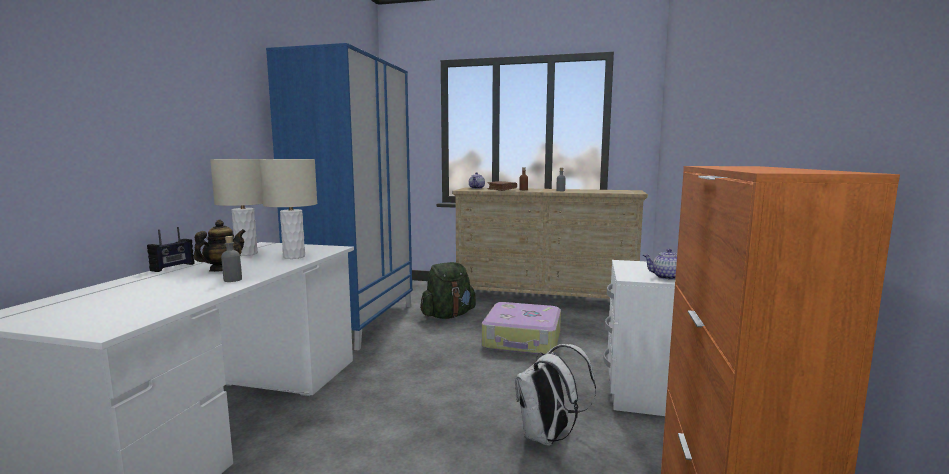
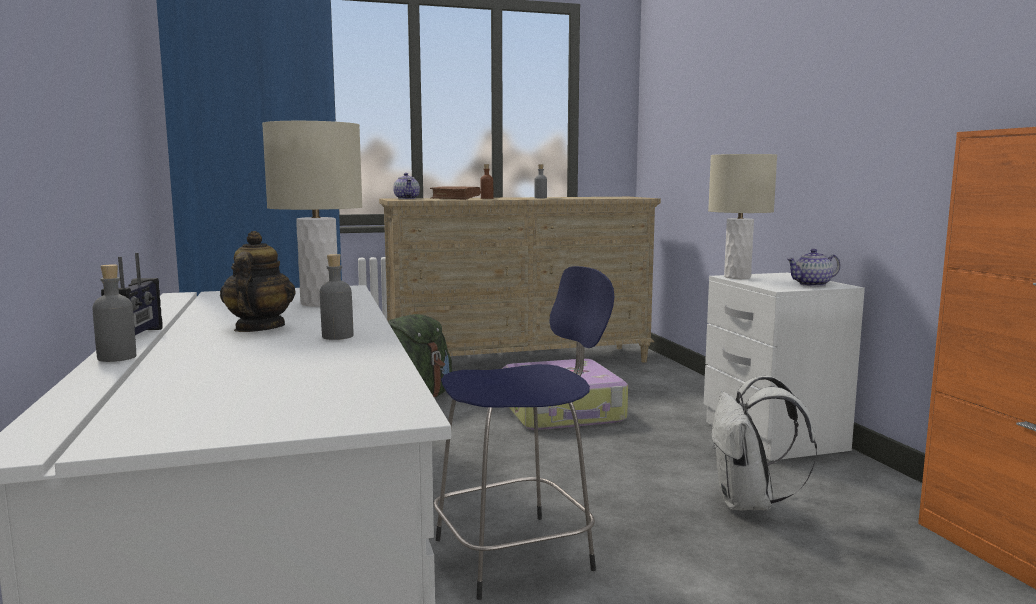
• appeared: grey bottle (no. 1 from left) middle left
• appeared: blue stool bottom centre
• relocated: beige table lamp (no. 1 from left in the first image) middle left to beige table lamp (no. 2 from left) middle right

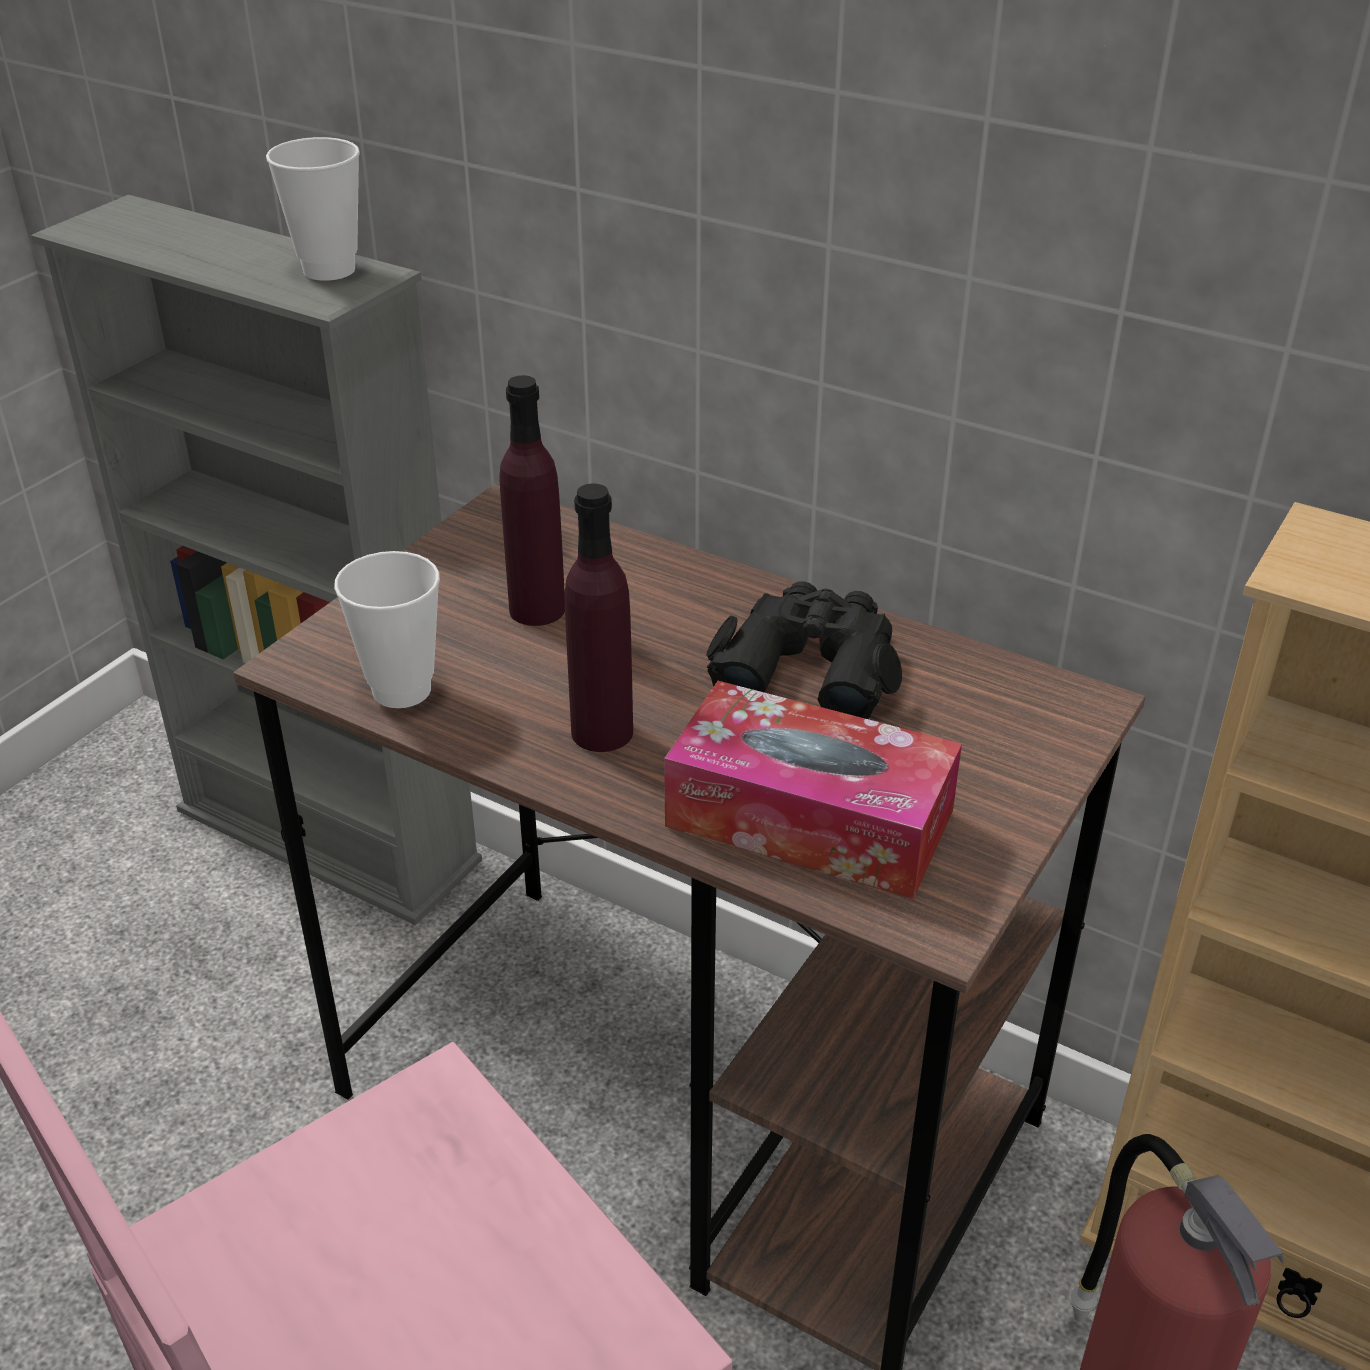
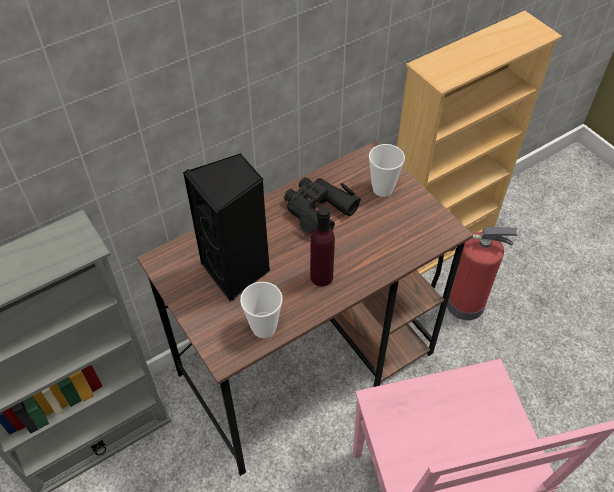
• missing: tissue box centre
• relocated: cup (no. 1 from left in the first image) top left to cup (no. 2 from left) centre
• exchanged: purple bottle (no. 1 from left) centre to black speaker centre

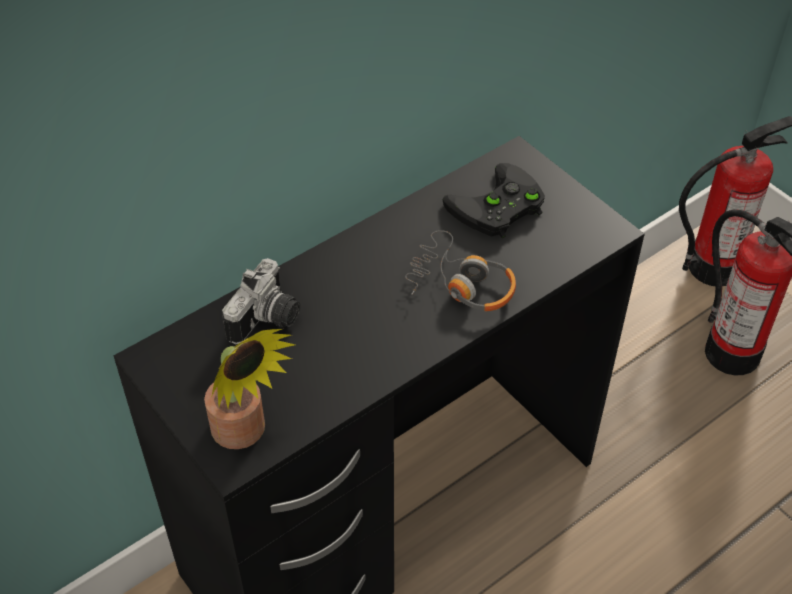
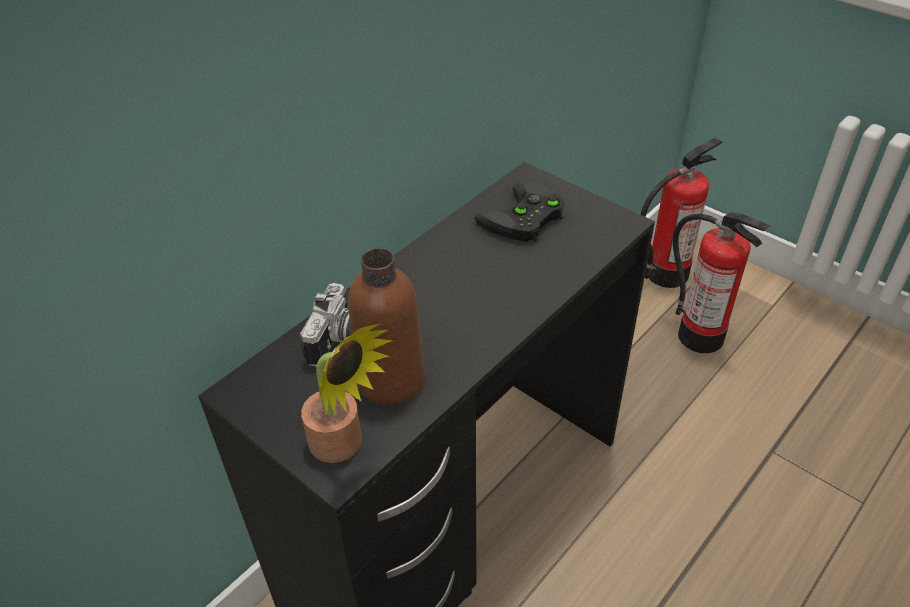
• missing: headphones centre
• appeared: brown bottle centre

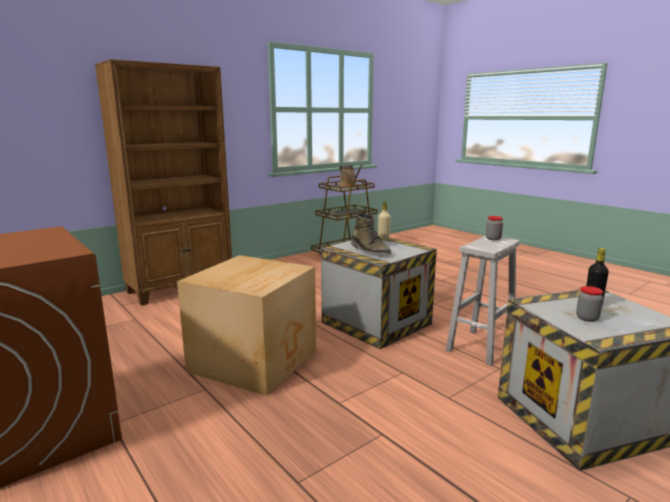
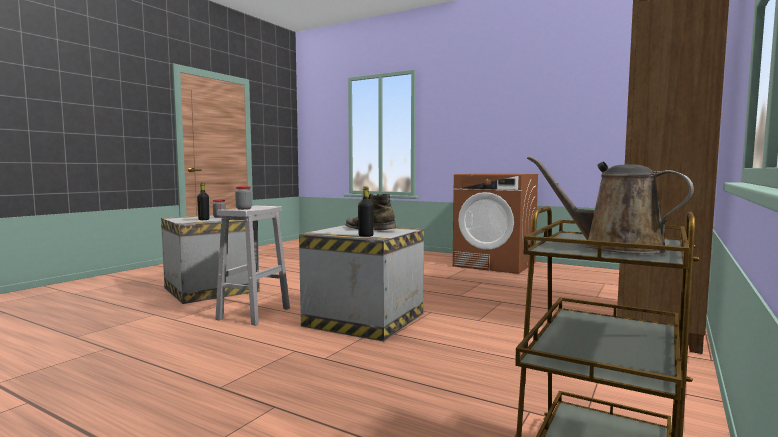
• missing: cardboard box centre
• colour: beige bottle centre to black bottle (no. 2 from left) centre

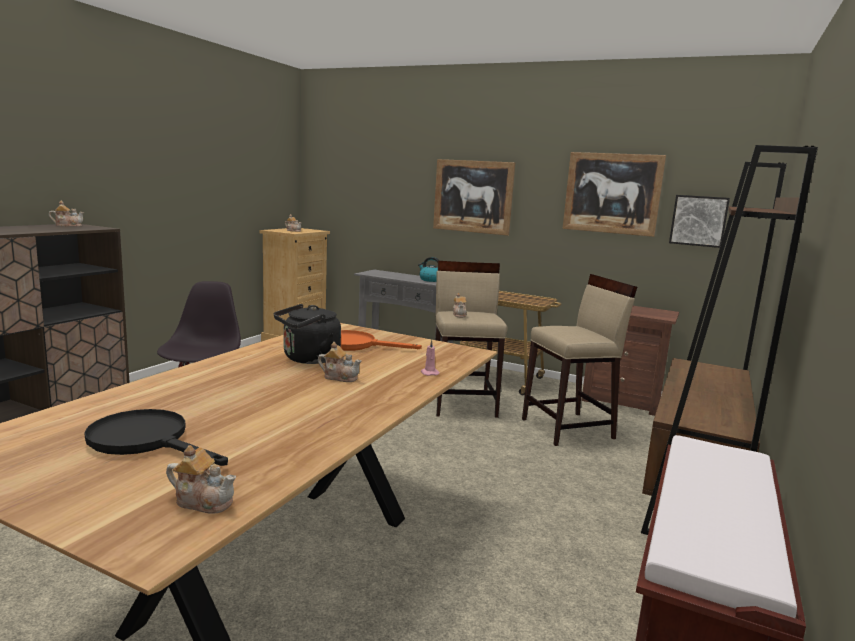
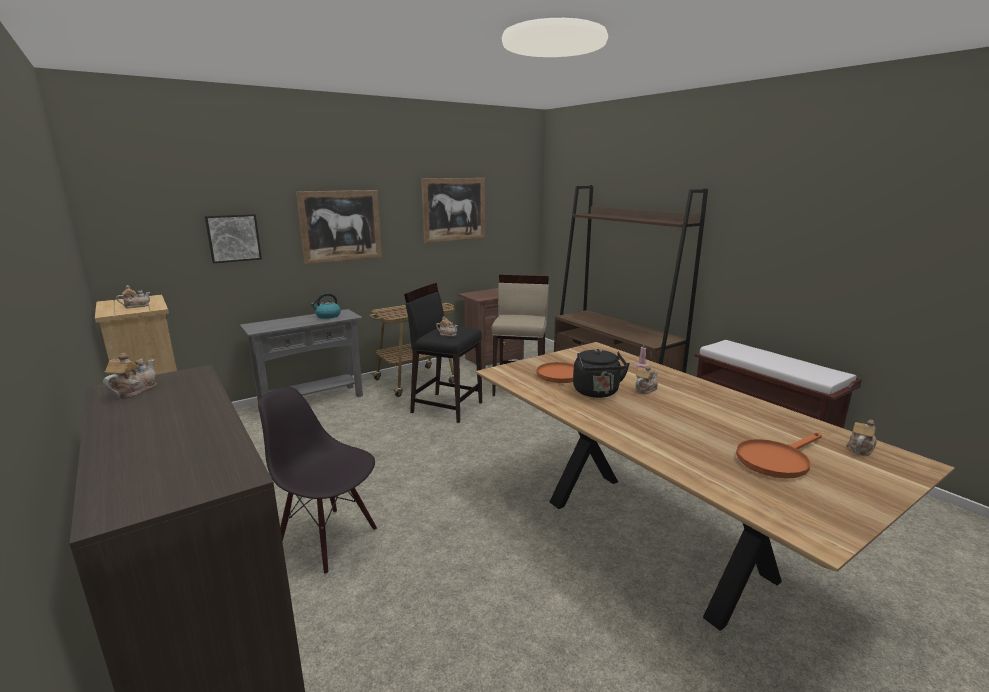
• relocated: picture (no. 3 from left in the first image) middle right to picture (no. 1 from left) middle left
• colour: black frying pan bottom left to orange frying pan (no. 2 from left) middle right
• colour: beige stool (no. 1 from left) centre to black stool centre

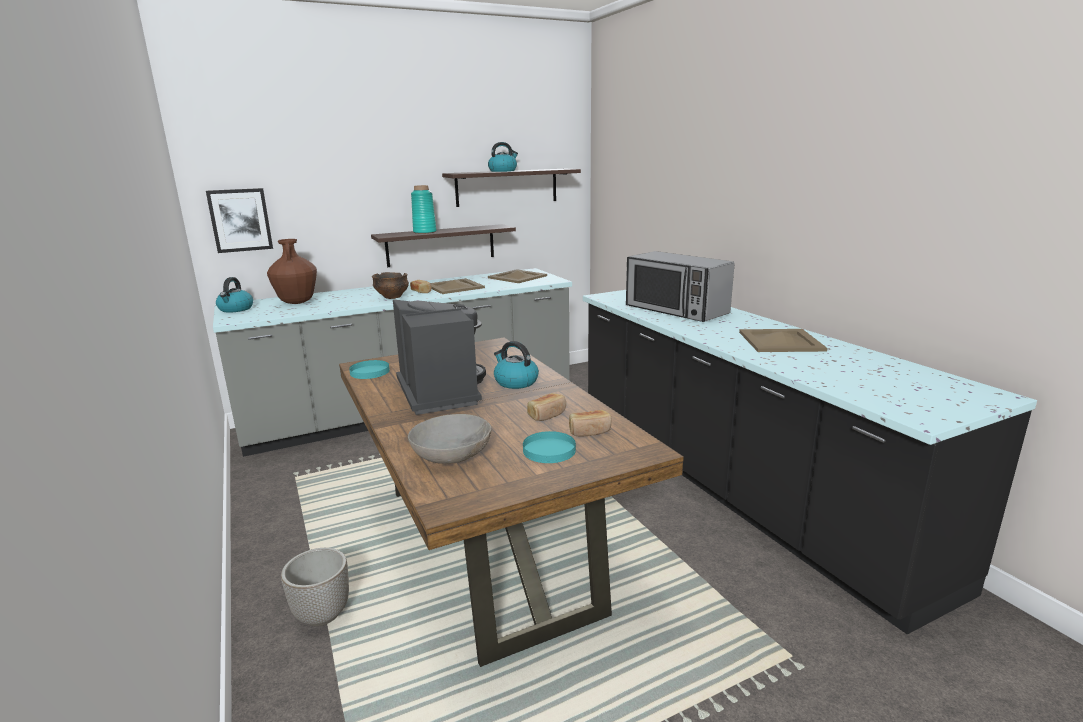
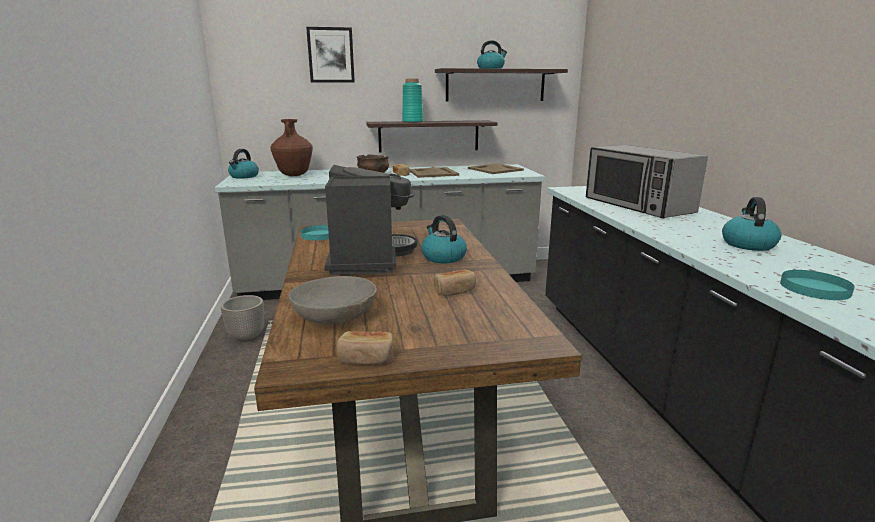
• relocated: picture top left to top centre
• relocated: planter bottom left to middle left
• relocated: turquoise plate (no. 2 from left) centre to middle right
• relocated: bread (no. 3 from left in the first image) centre to bread (no. 1 from left) bottom centre
• exchanged: beige tray (no. 3 from left) middle right to kettle (no. 4 from left) middle right

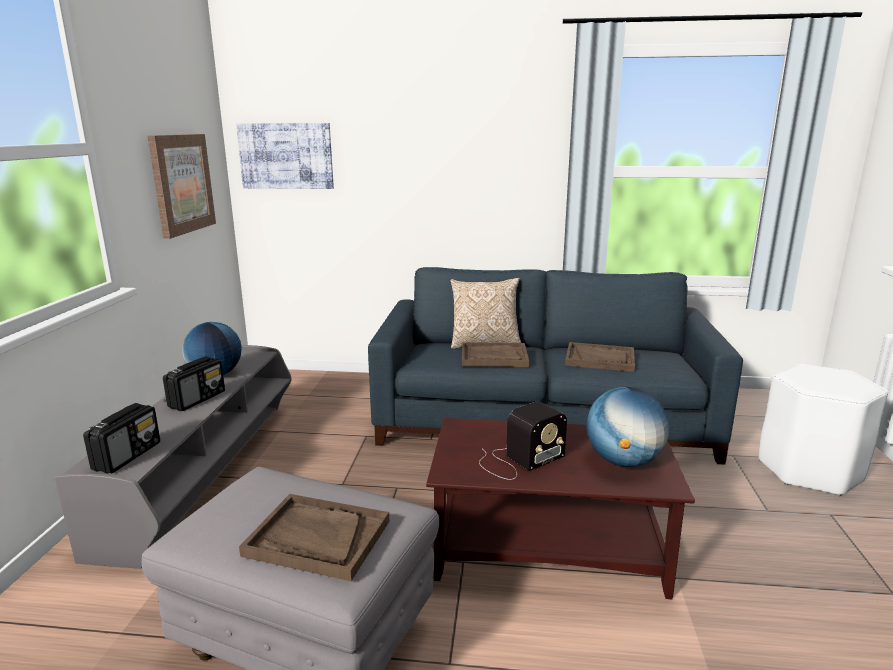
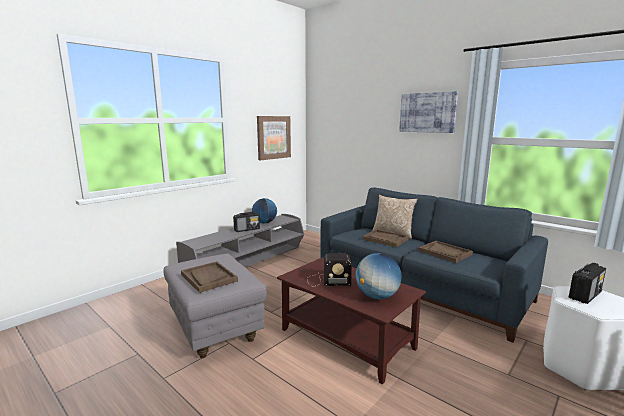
• relocated: radio (no. 1 from left in the first image) middle left to radio (no. 3 from left) bottom right
• relocated: picture (no. 2 from left) top left to top right

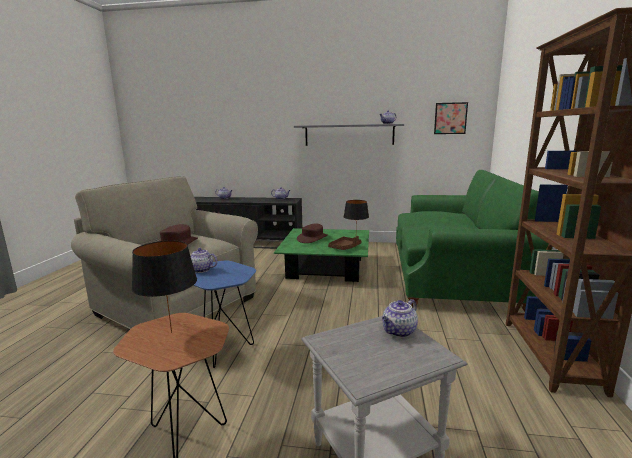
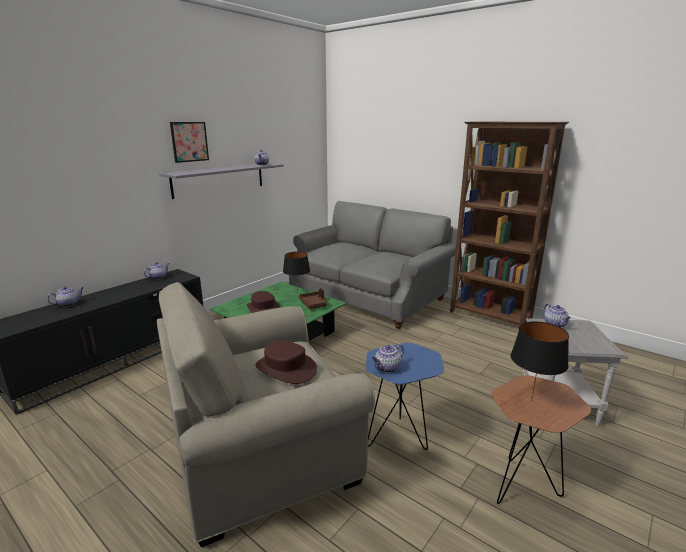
• relocated: picture top right to top left
• colour: green sofa middle right to grey sofa centre

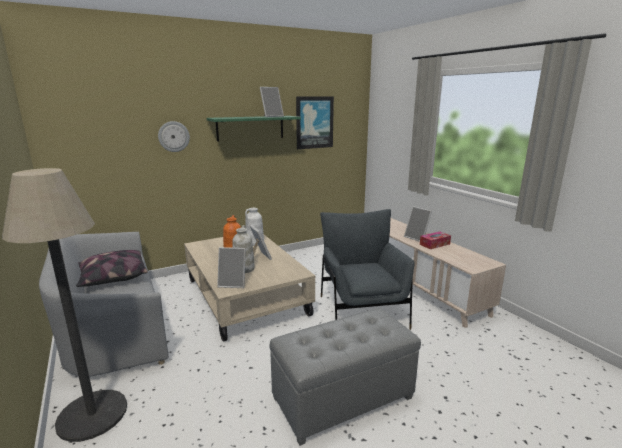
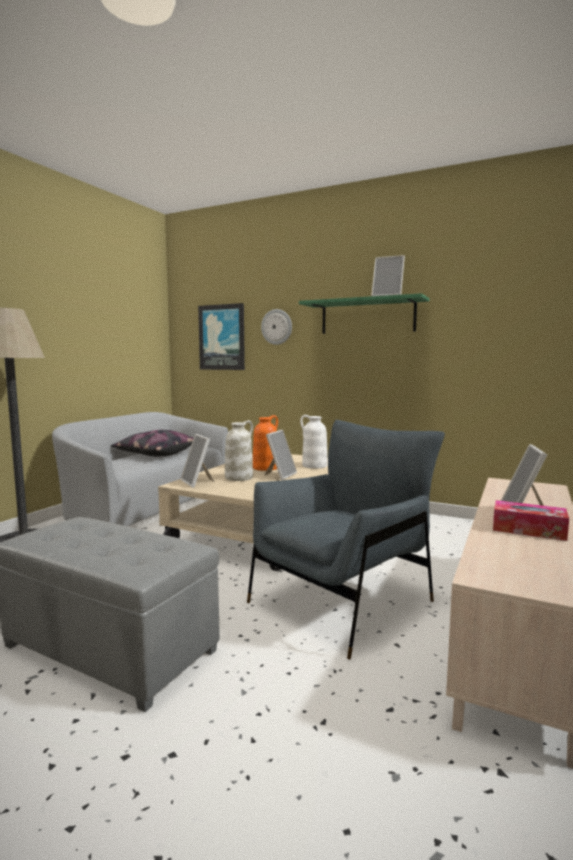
• relocated: picture top centre to centre

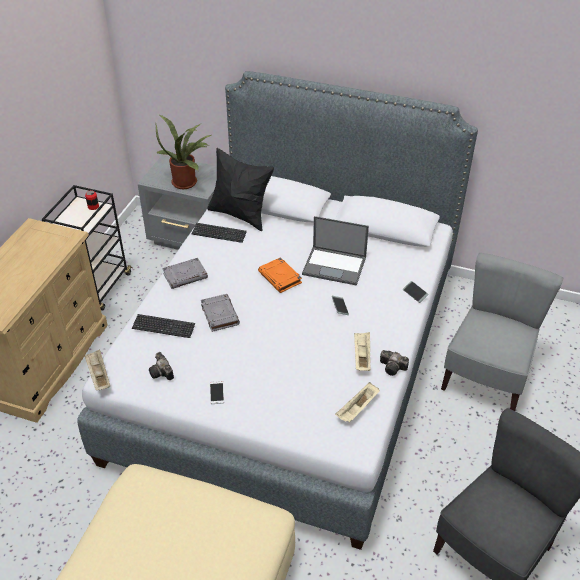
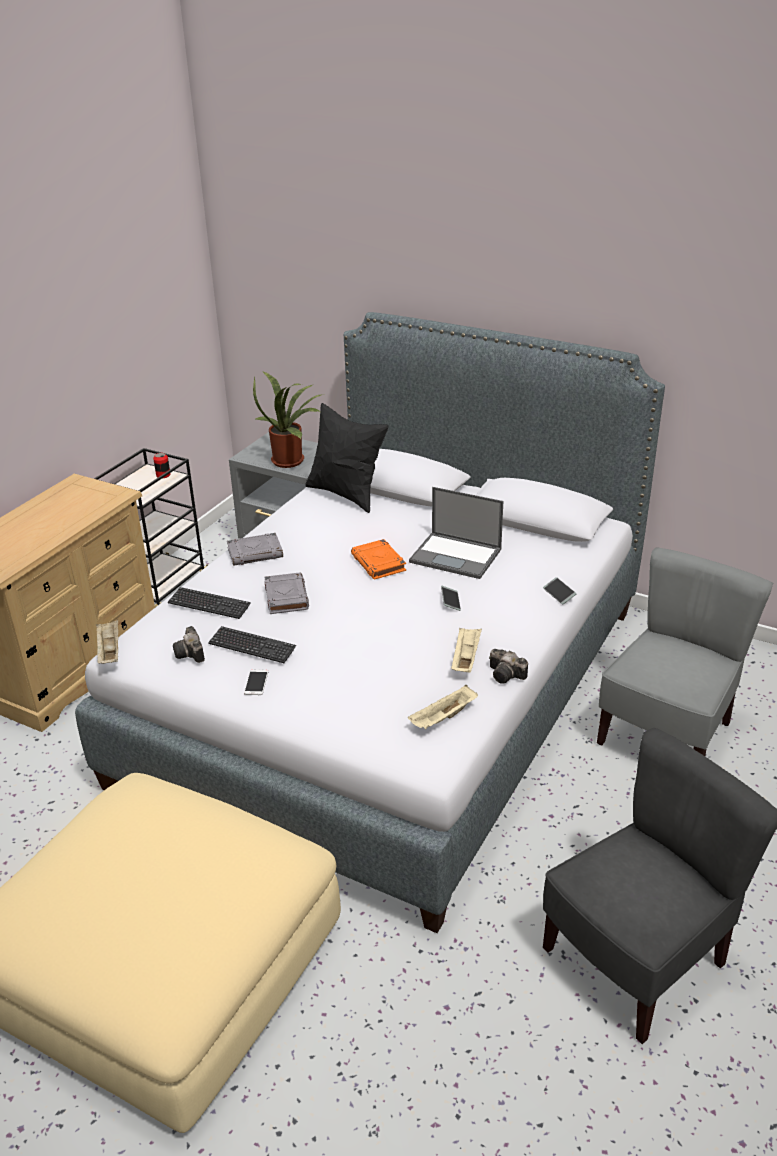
• relocated: keyboard (no. 2 from left) centre to middle left

